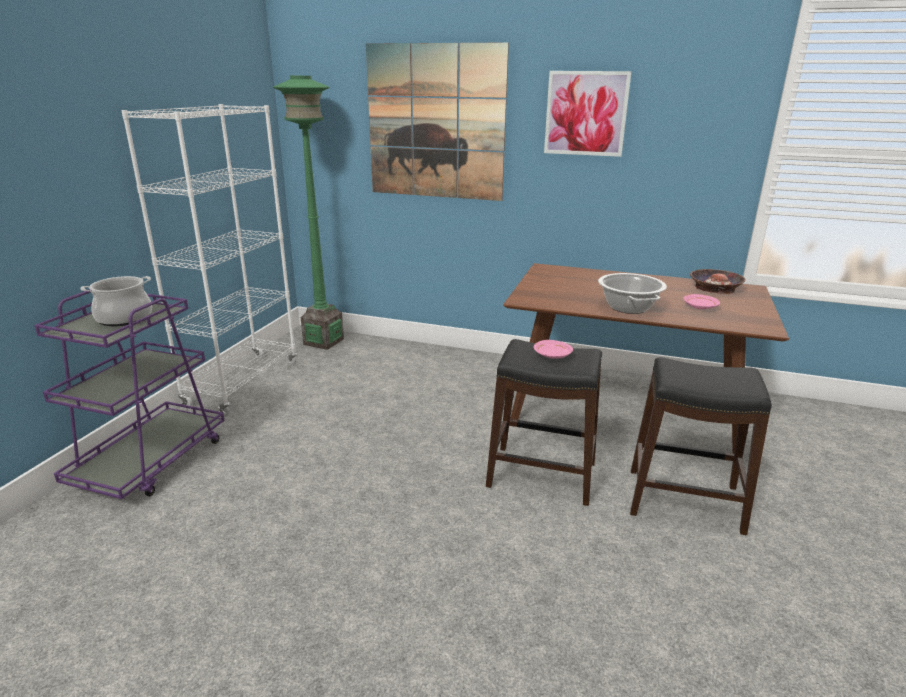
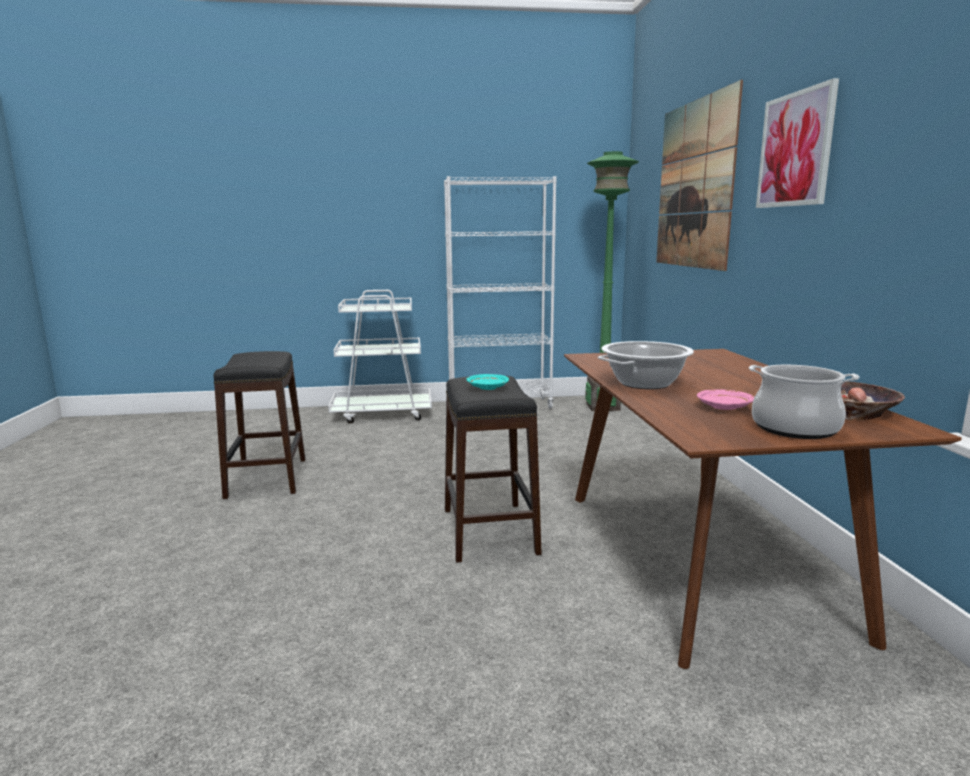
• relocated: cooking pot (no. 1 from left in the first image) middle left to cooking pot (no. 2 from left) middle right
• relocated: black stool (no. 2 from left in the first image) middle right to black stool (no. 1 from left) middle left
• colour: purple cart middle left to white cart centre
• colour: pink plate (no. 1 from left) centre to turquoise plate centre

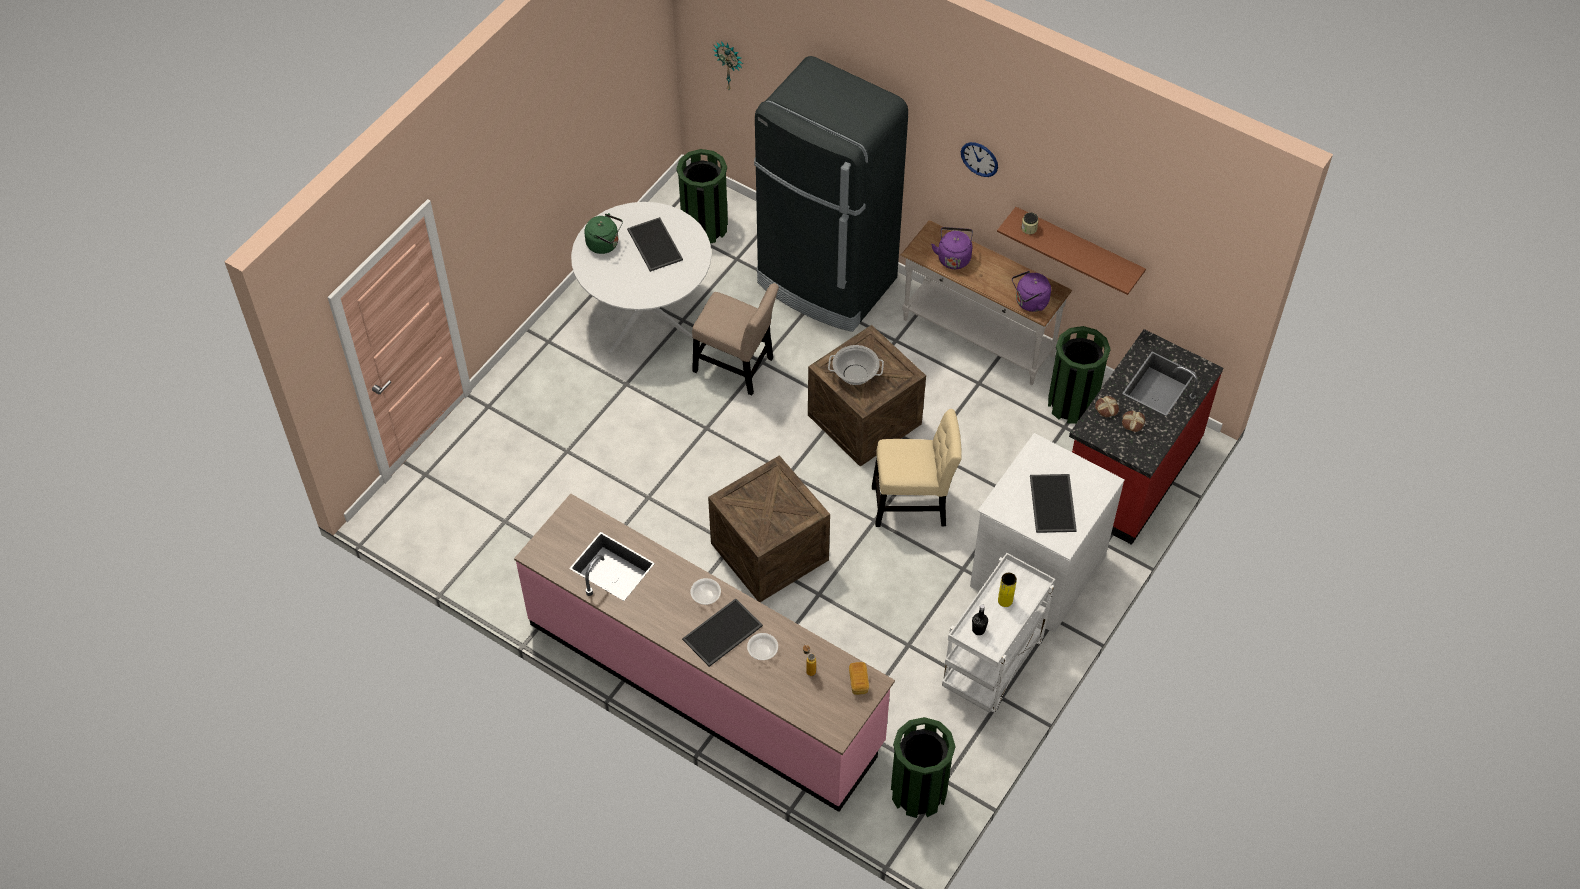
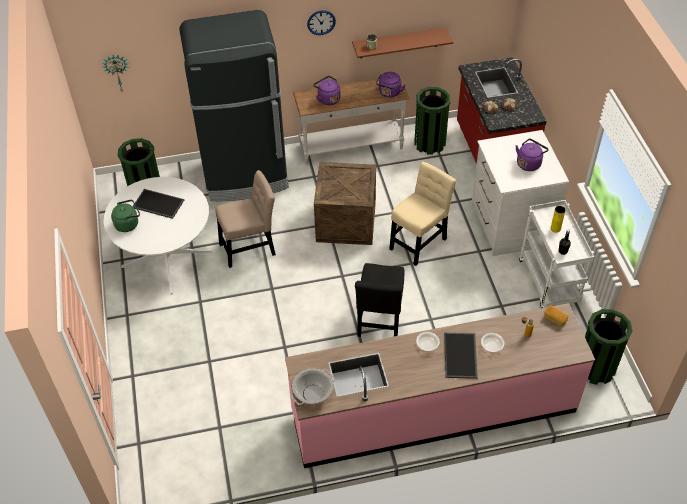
• relocated: cooking pot centre to bottom centre
• exchanged: crate (no. 1 from left) centre to black chair centre
• exchanged: tray (no. 3 from left) centre to purple kettle (no. 3 from left) top right

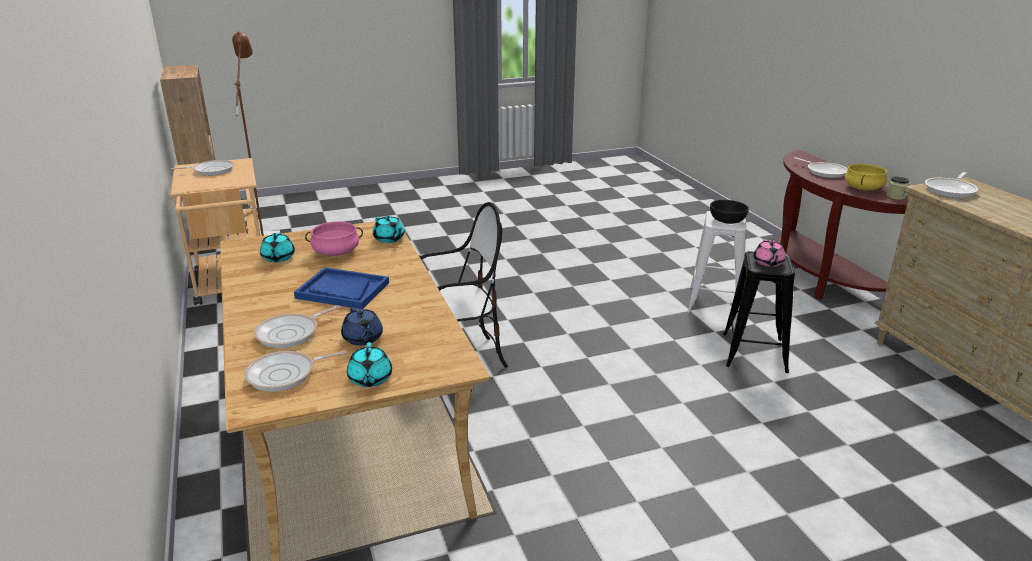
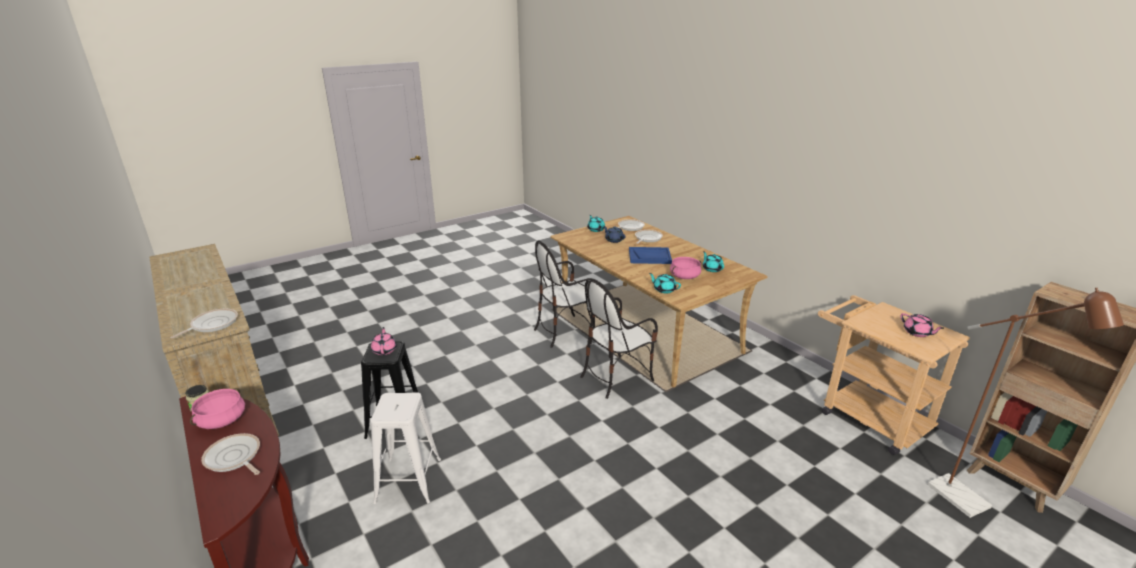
• missing: black bowl middle right
• appeared: chair (no. 1 from left) centre
• exchanged: frying pan (no. 1 from left) top left to pink teapot (no. 2 from left) middle right
• colour: yellow cooking pot top right to pink cooking pot (no. 1 from left) bottom left

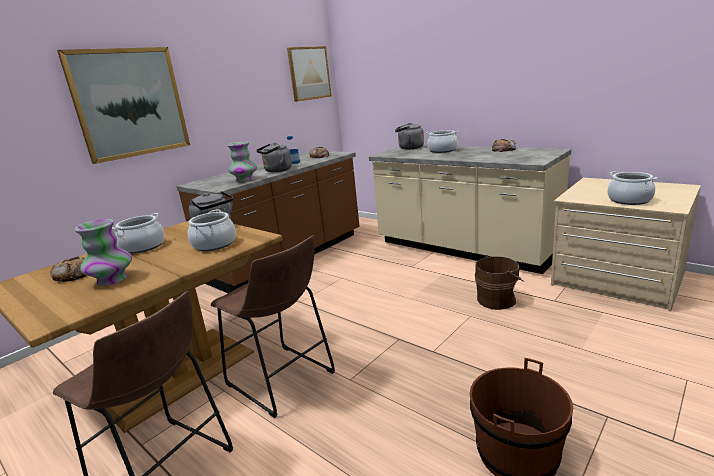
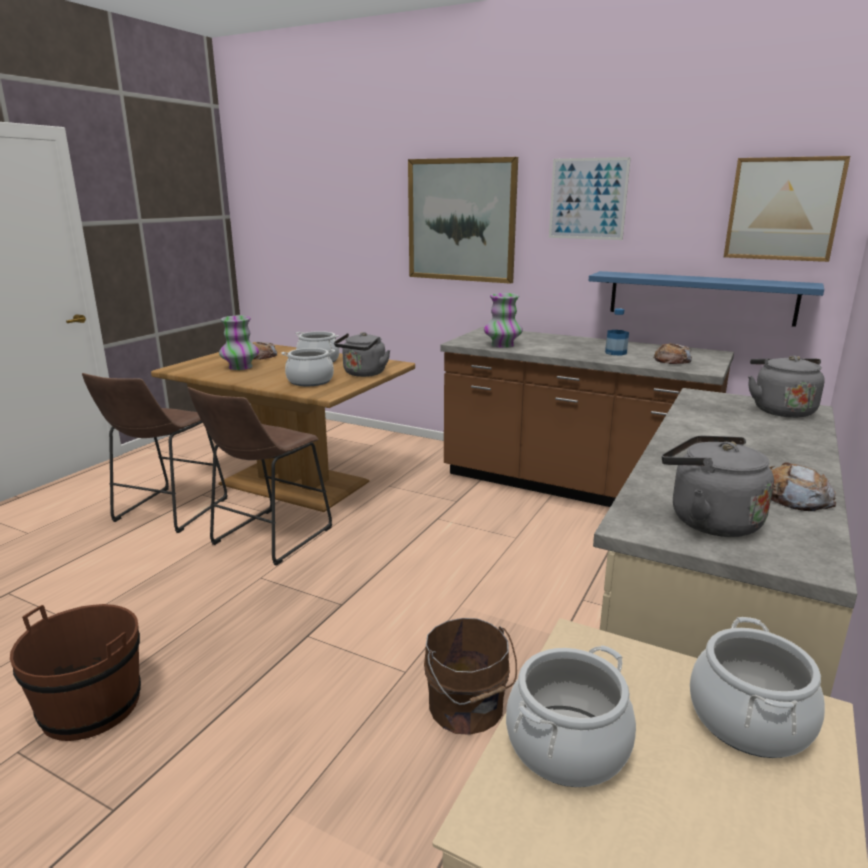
• appeared: picture (no. 2 from left) top right
• appeared: blue shelf middle right
• relocated: grey kettle (no. 2 from left) top centre to middle right
• relocated: cooking pot (no. 3 from left in the first image) top centre to cooking pot (no. 4 from left) bottom right

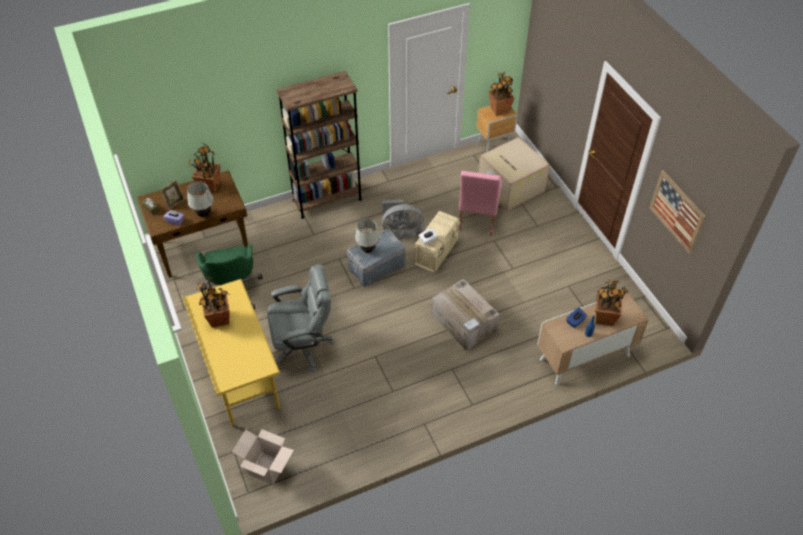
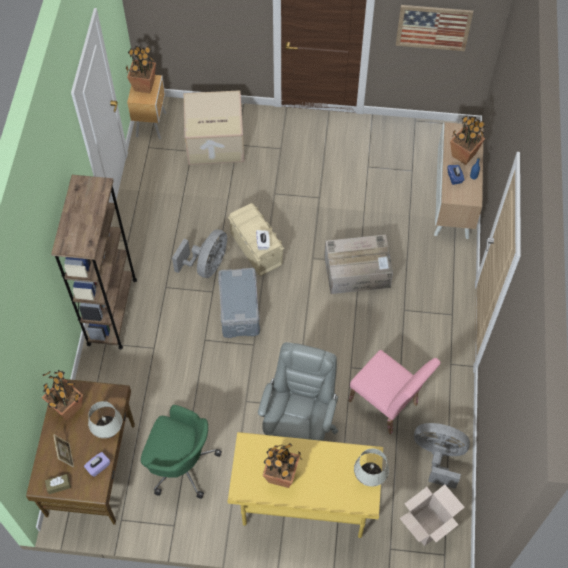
• appeared: grey fan (no. 2 from left) bottom right
• relocated: white table lamp (no. 2 from left) centre to bottom centre
• relocated: pink chair centre to bottom right

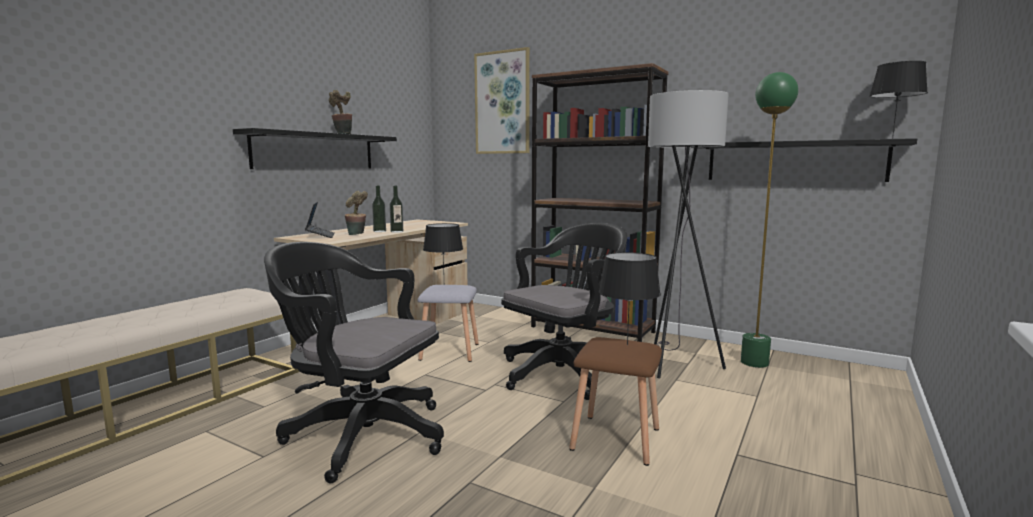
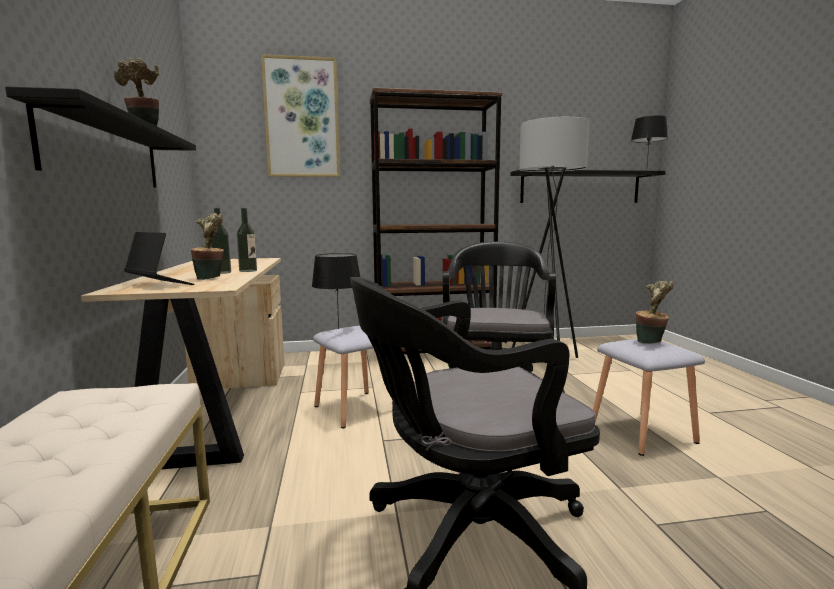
• missing: green floor lamp middle right
• exchanged: black table lamp (no. 2 from left) centre to potted plant (no. 3 from left) middle right
• colour: brown stool bottom centre to grey stool (no. 2 from left) bottom right

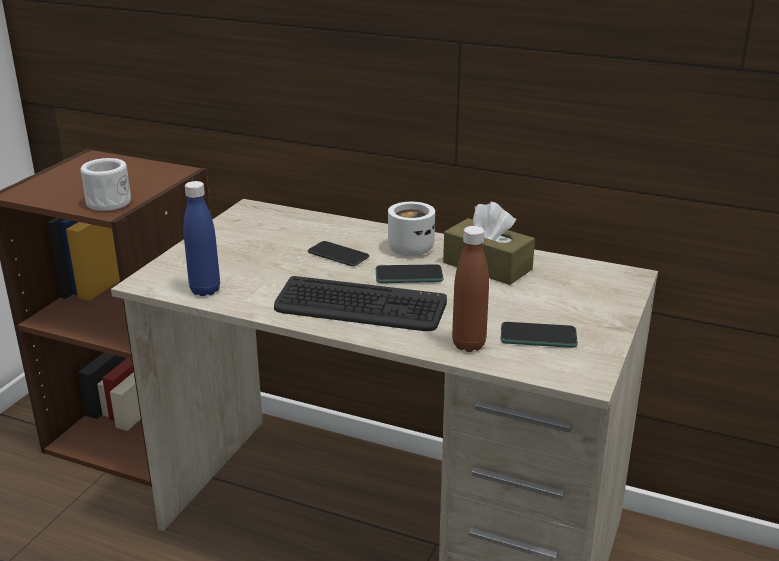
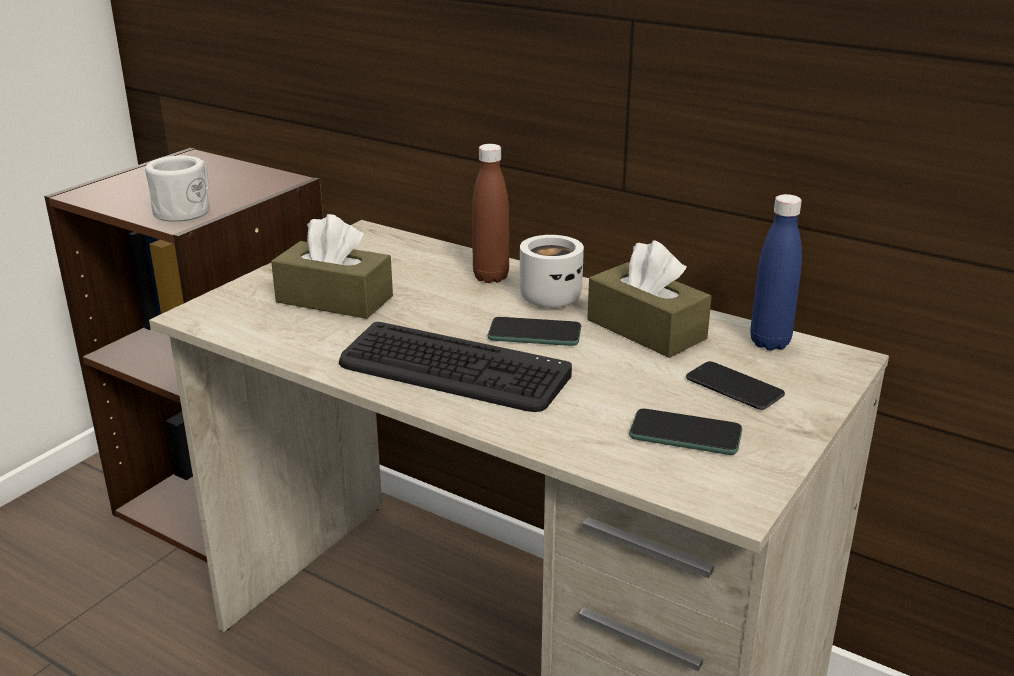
• appeared: brown tissue box (no. 1 from left) middle left
• relocated: blue bottle middle left to middle right
• relocated: phone (no. 1 from left in the first image) centre to phone (no. 3 from left) middle right
• relocated: brown bottle centre to top centre

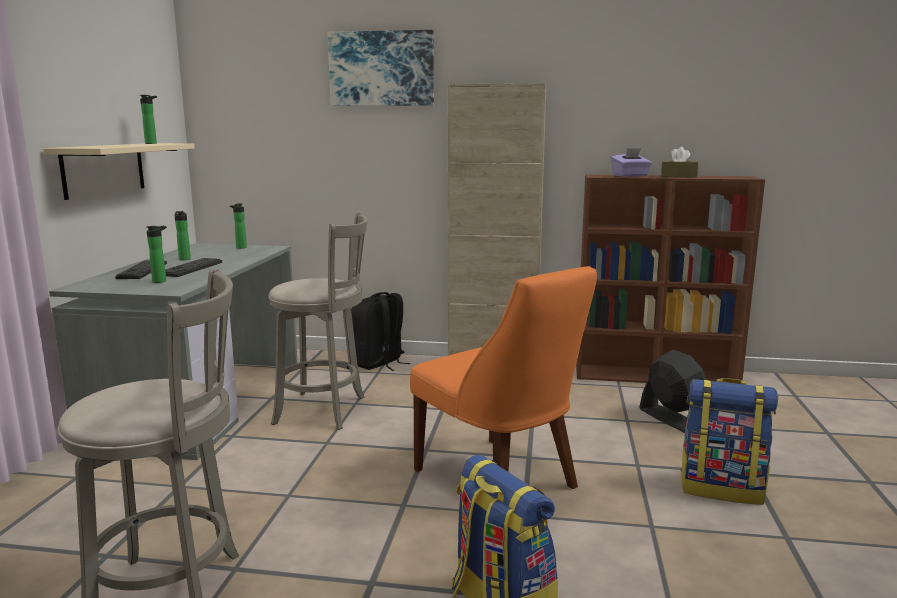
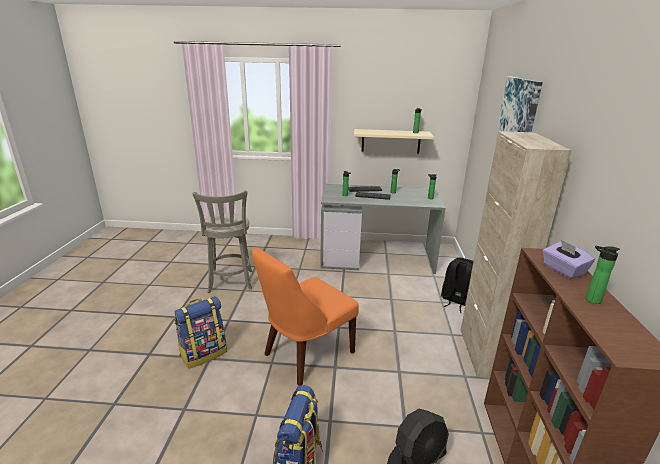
• missing: grey stool (no. 2 from left) centre
• exchanged: brown tissue box top right to bottle (no. 5 from left) middle right

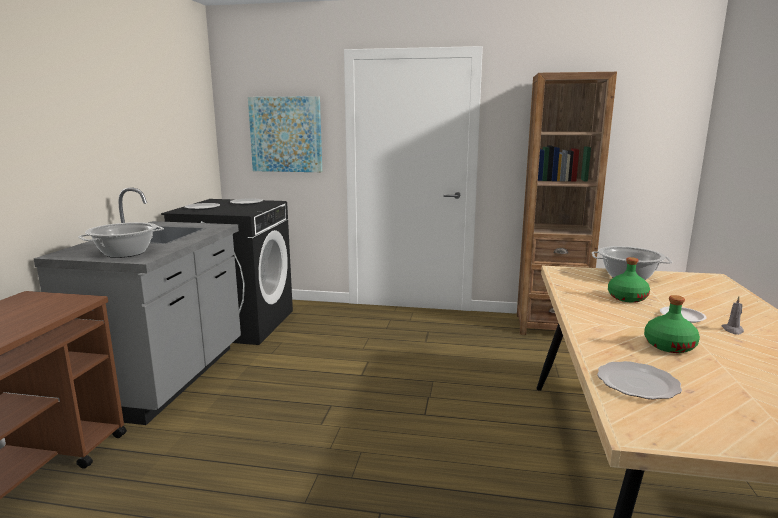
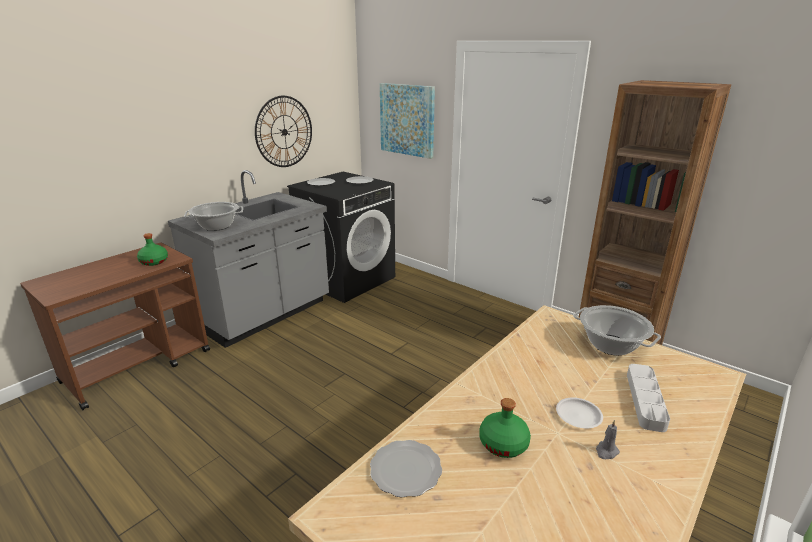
• appeared: wall clock top centre
• appeared: grey tray bottom right
• relocated: green bottle (no. 1 from left) middle right to middle left

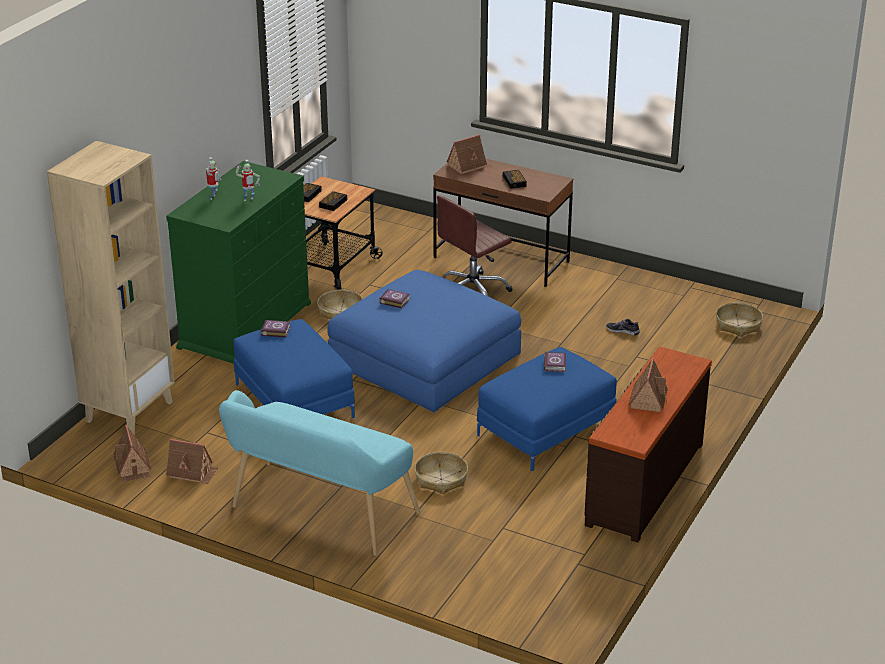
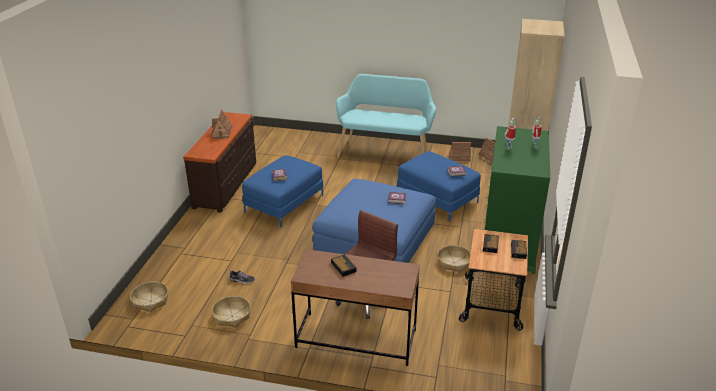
• missing: toy house (no. 3 from left) top centre
• relocated: basket (no. 2 from left) bottom centre to bottom left

